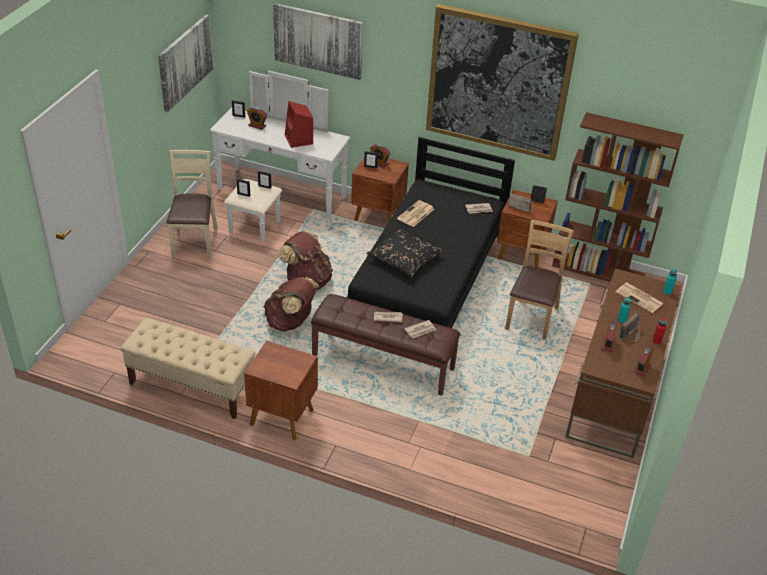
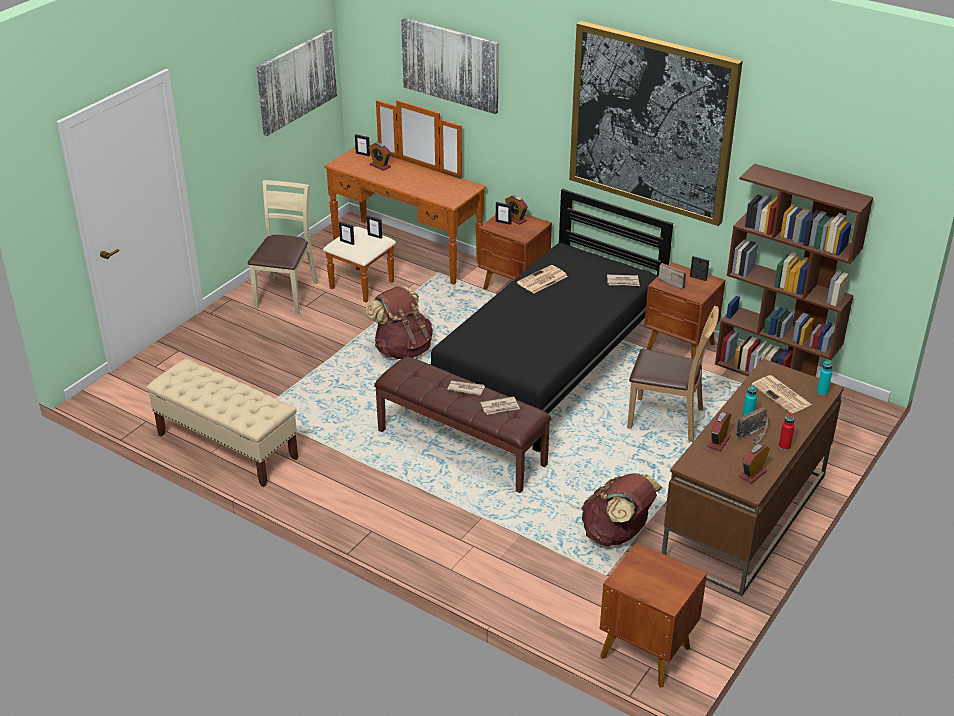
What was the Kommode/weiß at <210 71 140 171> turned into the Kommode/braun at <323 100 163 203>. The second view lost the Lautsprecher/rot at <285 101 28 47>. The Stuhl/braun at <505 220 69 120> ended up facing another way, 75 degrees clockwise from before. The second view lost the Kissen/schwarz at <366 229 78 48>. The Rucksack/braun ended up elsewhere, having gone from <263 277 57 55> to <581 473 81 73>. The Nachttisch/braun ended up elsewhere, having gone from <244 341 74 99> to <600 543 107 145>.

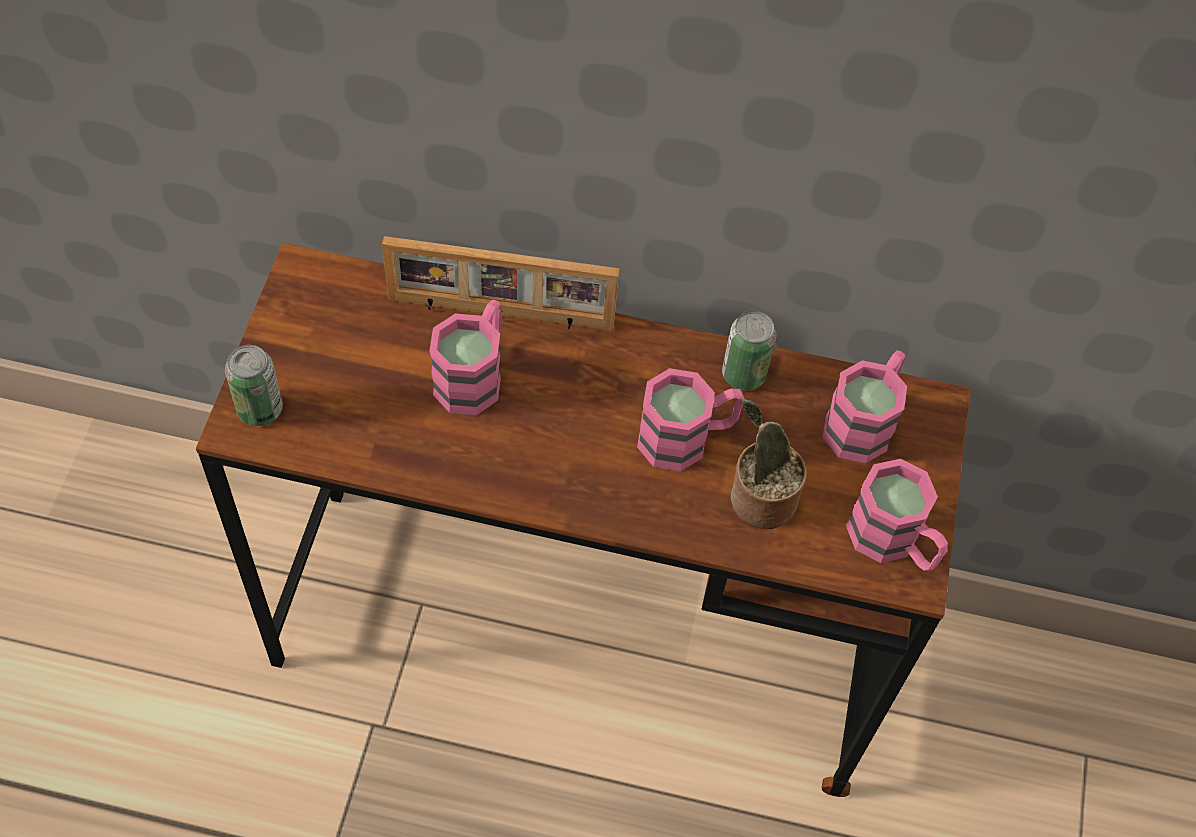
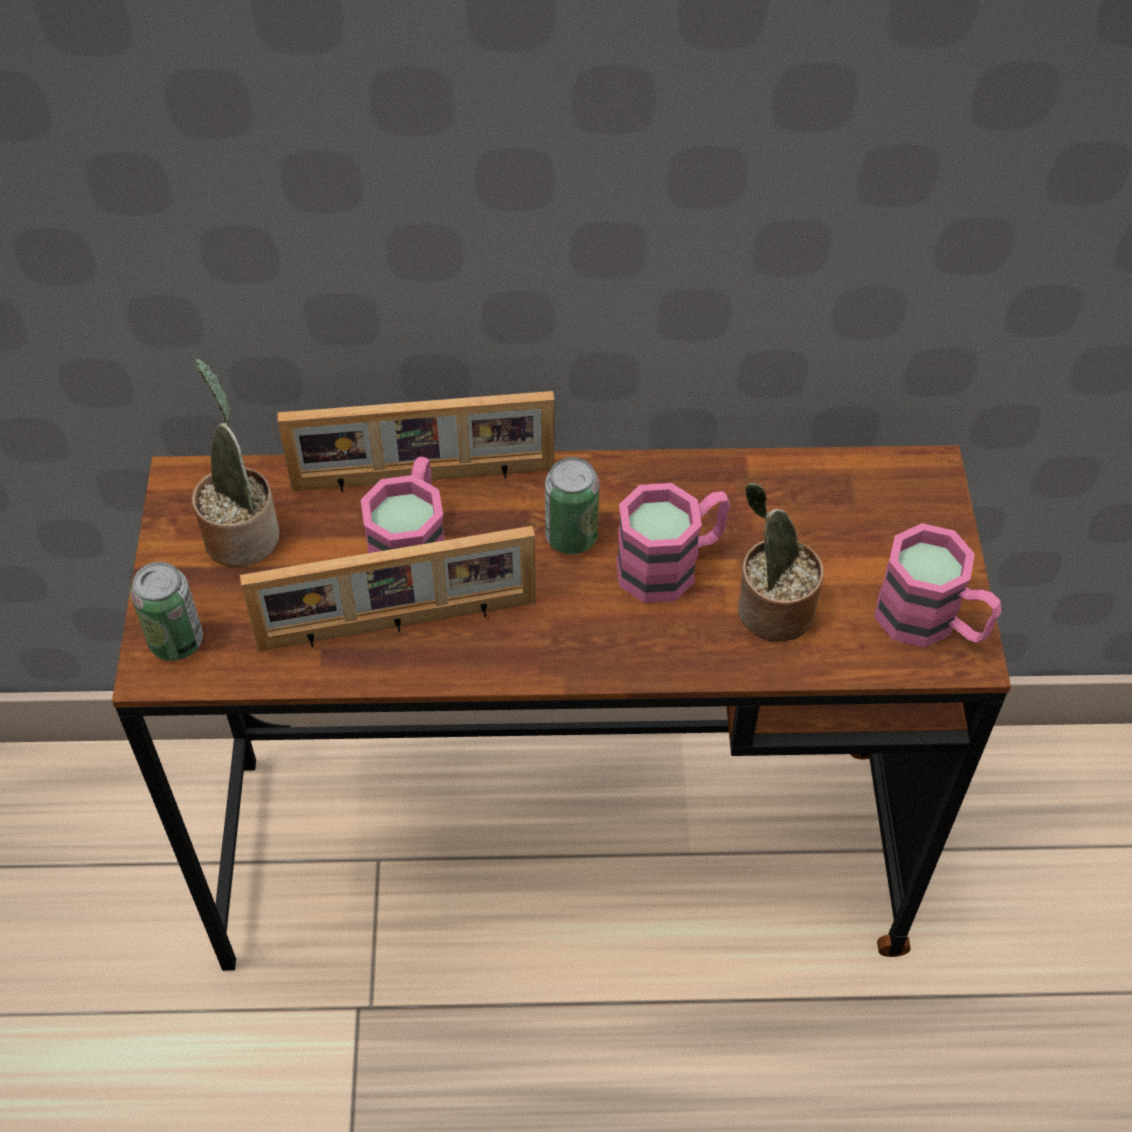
The Dose ended up elsewhere, having gone from <722 311 55 80> to <545 457 55 97>. The second view lost the Henkelbecher/rosa at <822 350 85 113>. The second view gained the Topfpflanze at <192 358 87 209>. The second view gained the Bilderrahmen at <240 526 296 126>.

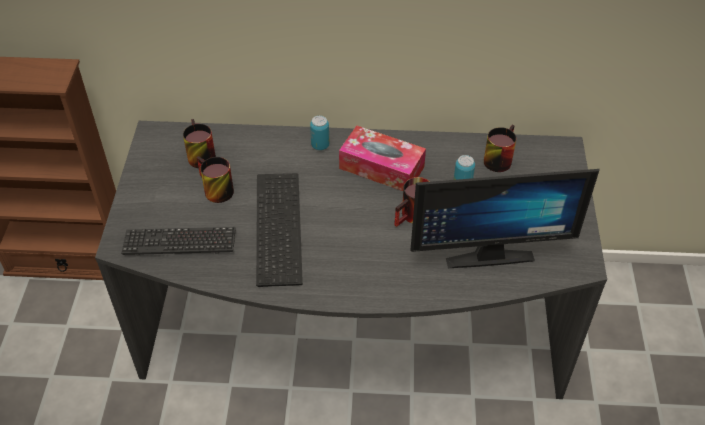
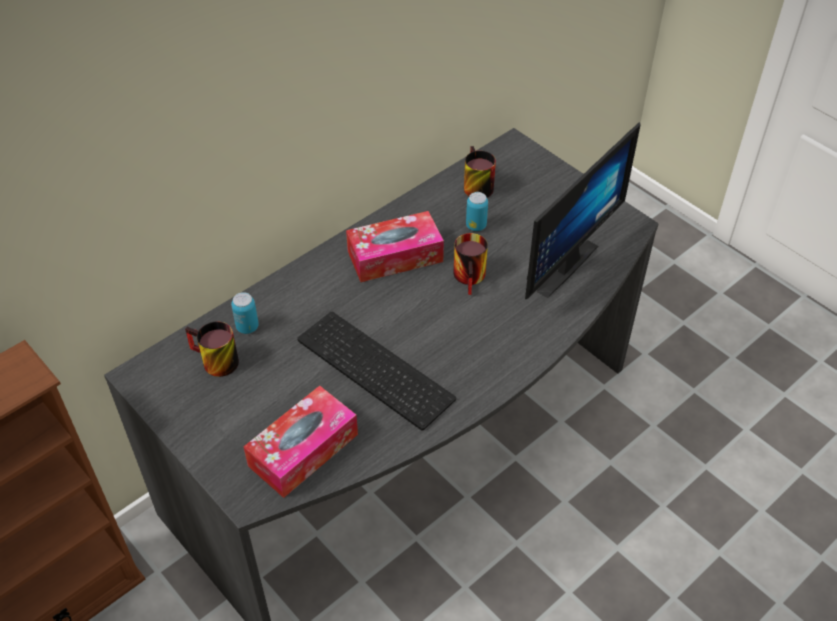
The Dose ended up elsewhere, having gone from <310 116 19 34> to <231 292 28 42>. The second view lost the Henkelbecher at <197 156 37 47>. Where the Tastatur stood at <121 227 115 29>, the Taschentuchbox came to stand at <243 386 115 112>.

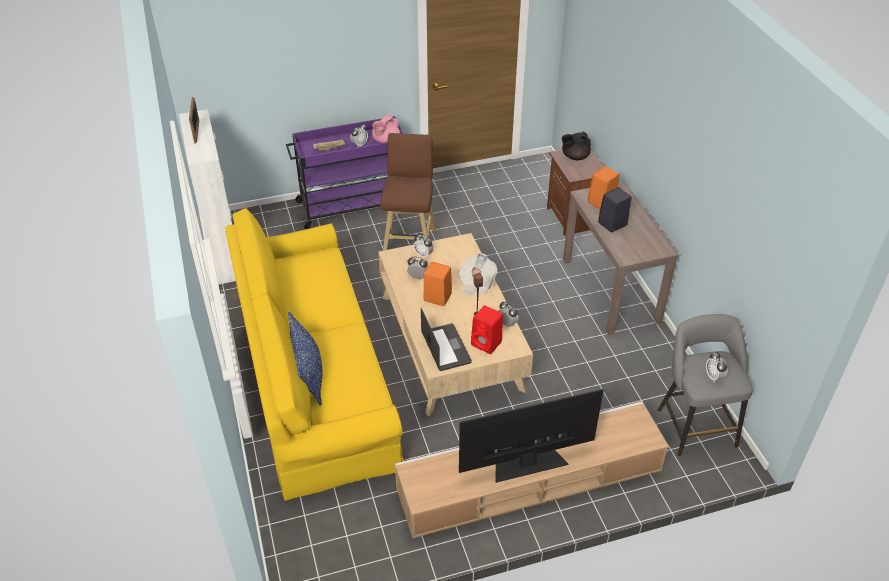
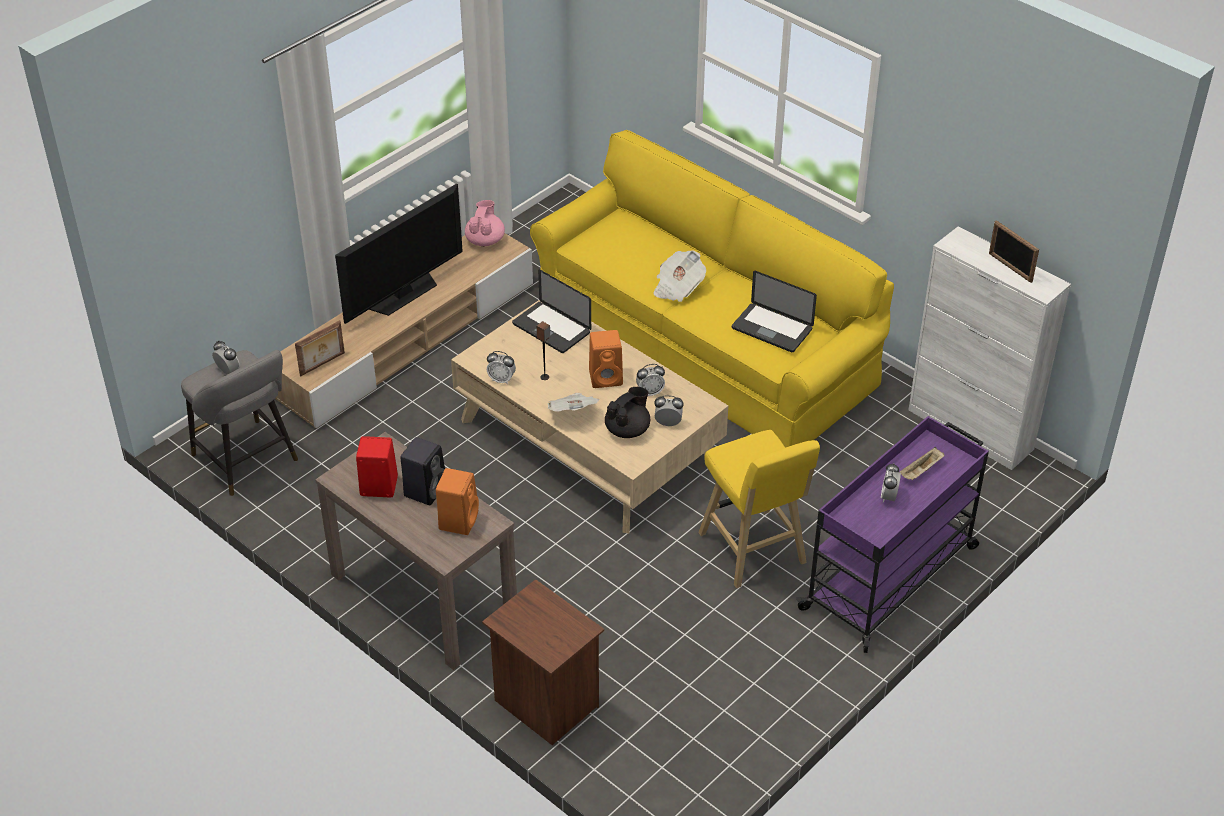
The Teekanne/rosa ended up elsewhere, having gone from <372 114 28 29> to <465 200 40 46>. The Teekanne/schwarz ended up elsewhere, having gone from <562 131 29 29> to <605 387 45 51>. What was the Hocker/braun at <380 133 56 118> turned into the Hocker/gelb at <698 430 122 158>. The Lautsprecher/rot ended up elsewhere, having gone from <471 305 32 49> to <356 436 42 61>. The second view lost the Kissen/blau at <288 311 35 95>. The second view gained the Zeitung at <653 250 53 52>. The second view gained the Laptop at <732 271 85 81>. The second view gained the Bilderrahmen at <295 320 50 57>.

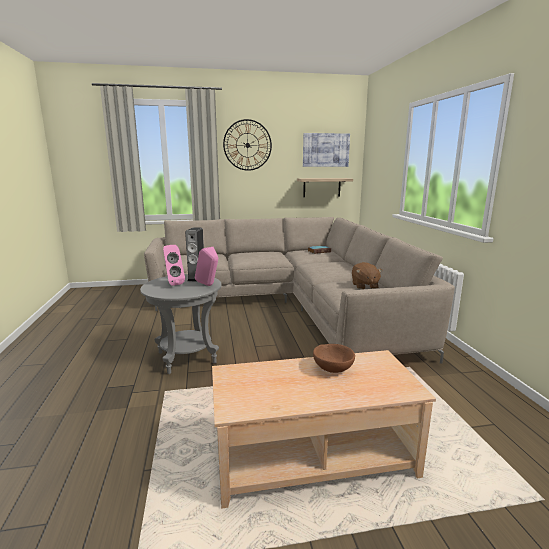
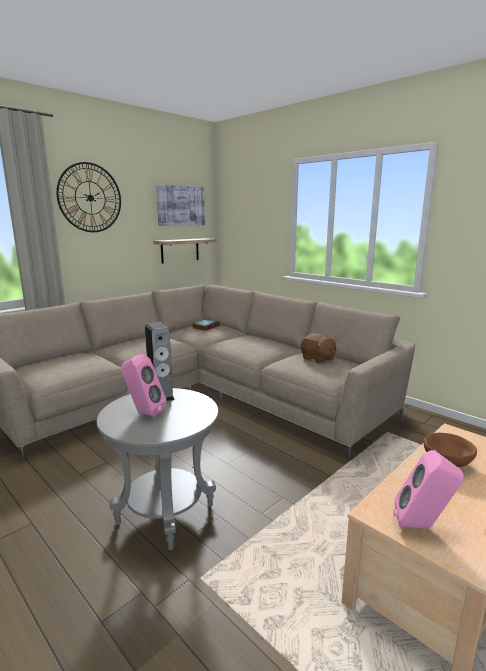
The Lautsprecher/rosa ended up elsewhere, having gone from <195 247 23 39> to <393 450 71 79>.

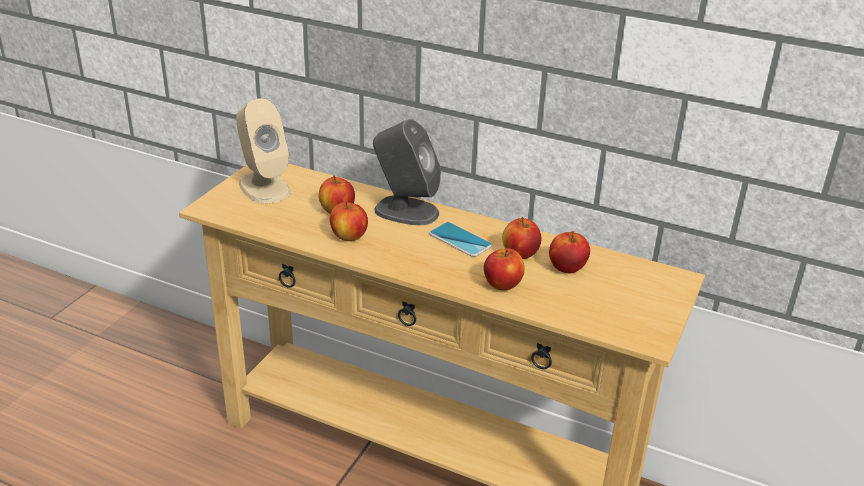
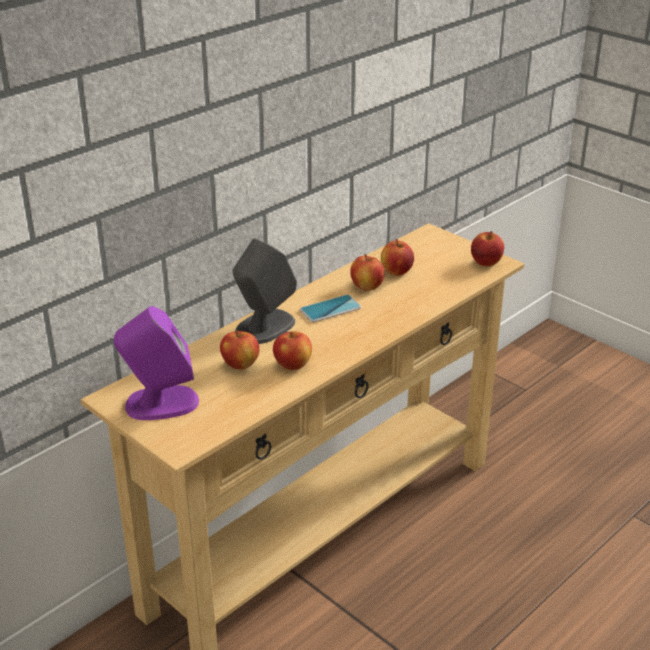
What was the Lautsprecher/beige at <236 98 55 106> turned into the Lautsprecher/lila at <114 306 85 114>. The Apfel ended up elsewhere, having gone from <484 248 41 43> to <471 231 33 35>.

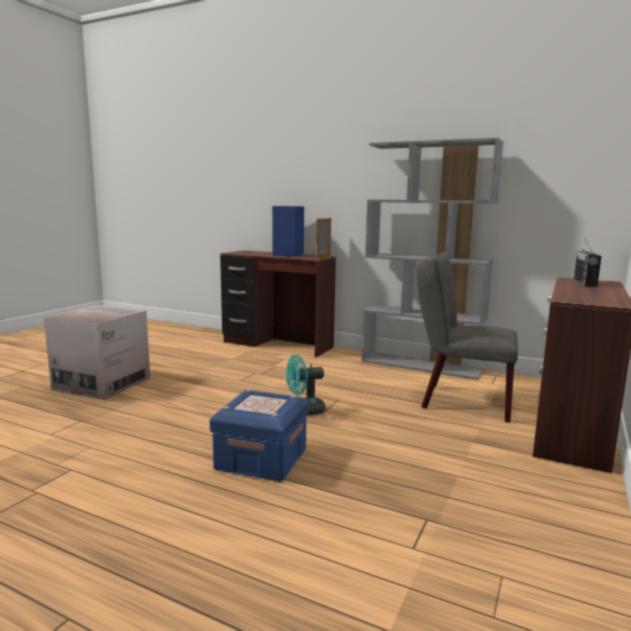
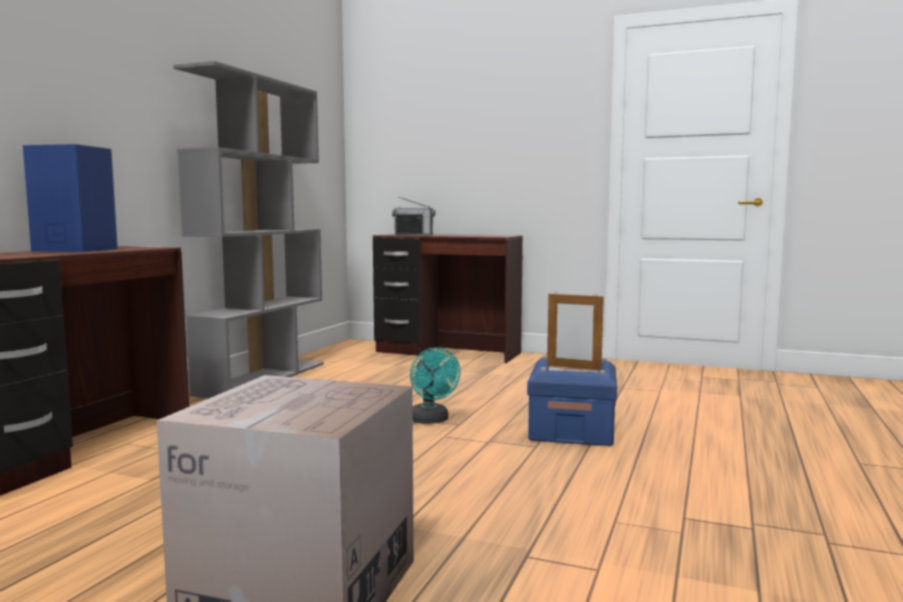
The Bilderrahmen ended up elsewhere, having gone from <316 218 15 41> to <547 293 57 78>. The second view lost the Stuhl/grau at <417 252 101 171>.

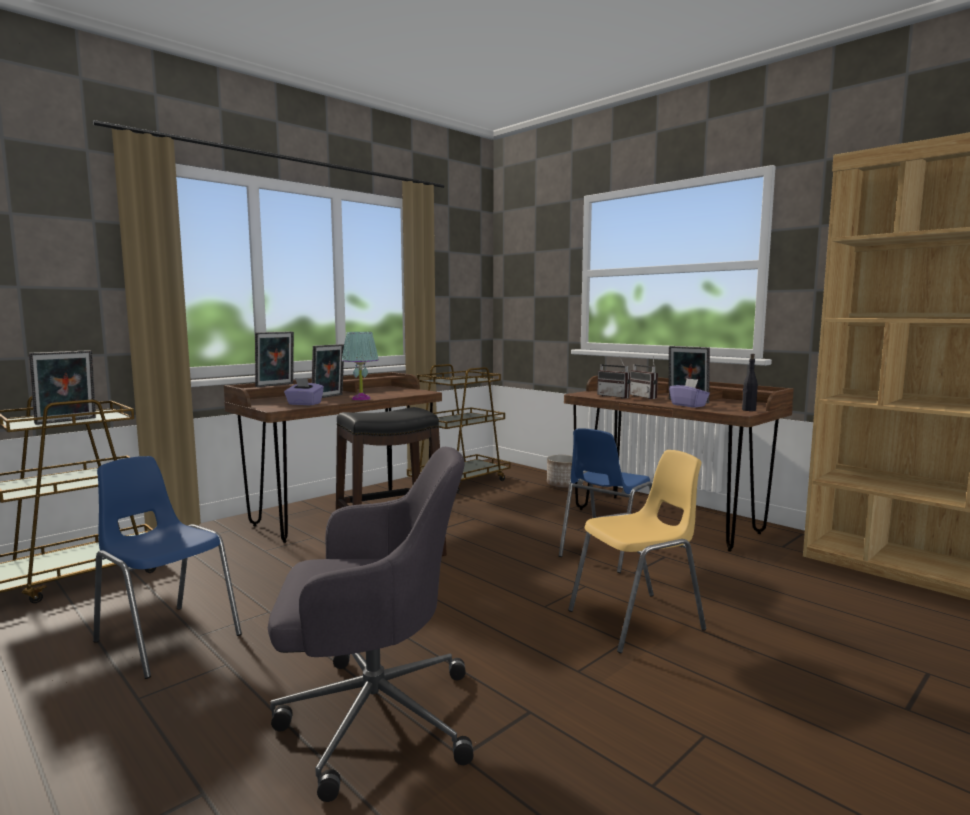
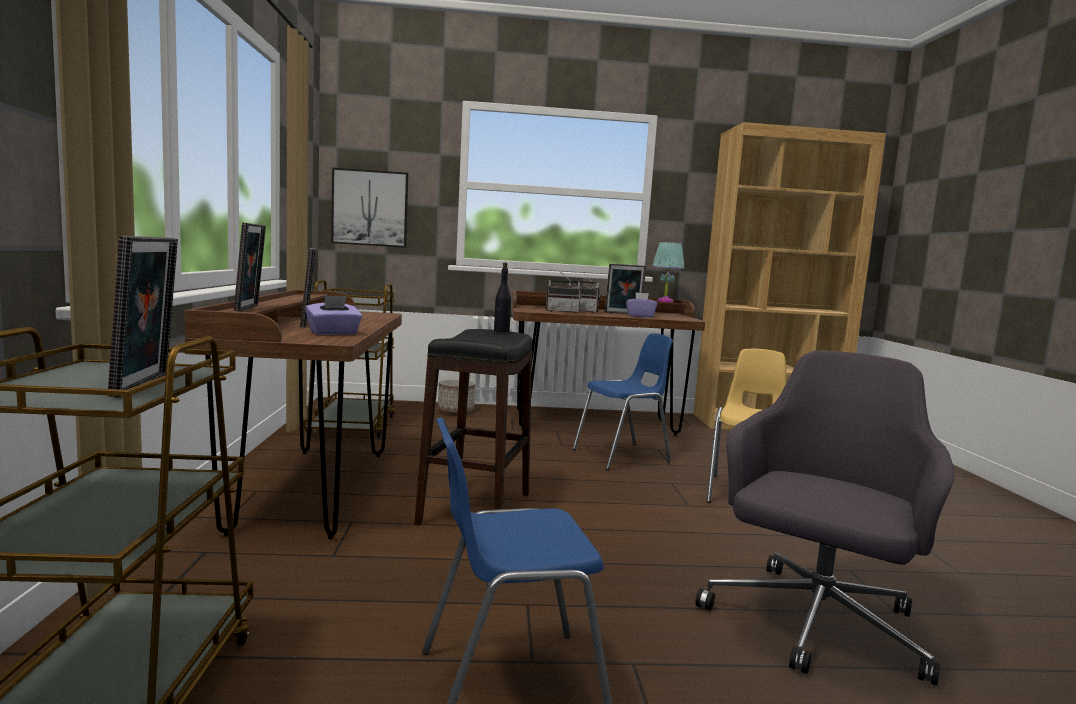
The Tischlampe/türkis ended up elsewhere, having gone from <342 332 37 68> to <652 242 33 60>. The Flasche/schwarz ended up elsewhere, having gone from <742 354 16 57> to <494 263 17 69>. The Stuhl/blau at <559 428 93 145> ended up facing another way, 105 degrees counterclockwise from before. The second view gained the Bild at <331 168 77 80>.

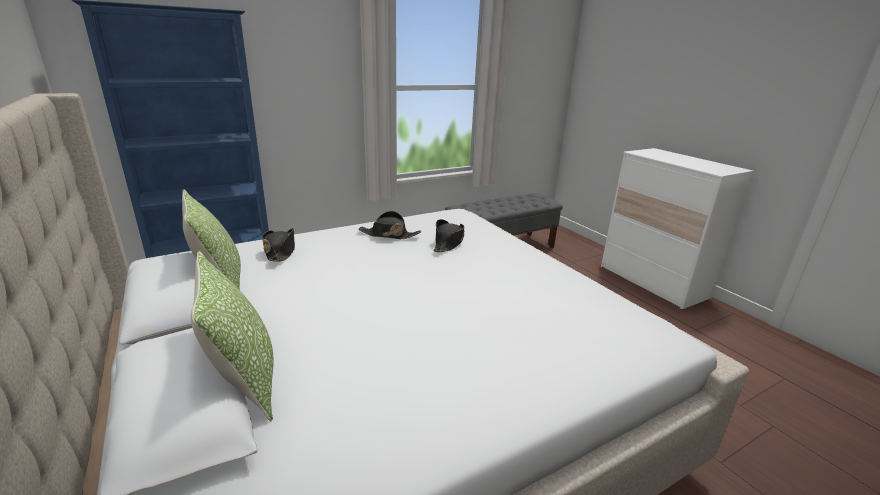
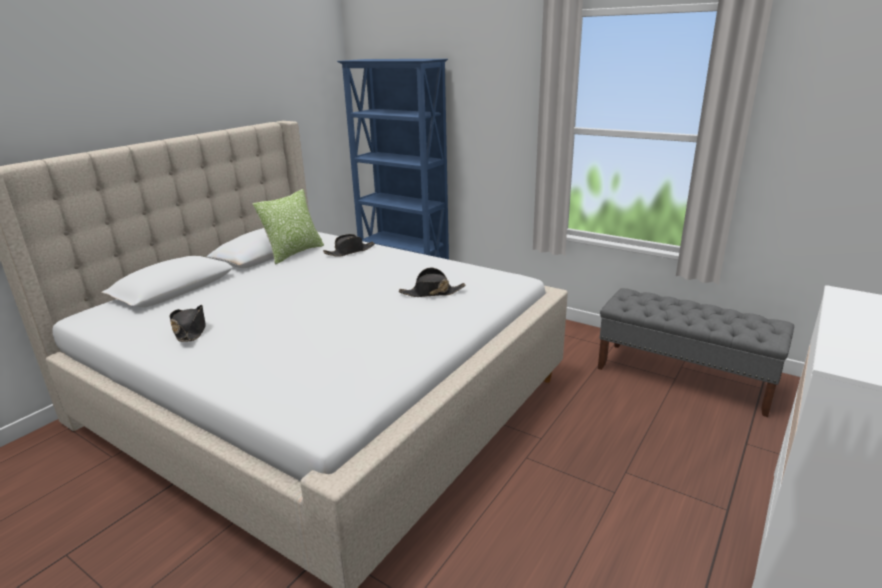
The Hut/schwarz ended up elsewhere, having gone from <358 211 63 28> to <170 305 36 37>. The second view lost the Kissen at <191 251 82 170>.

